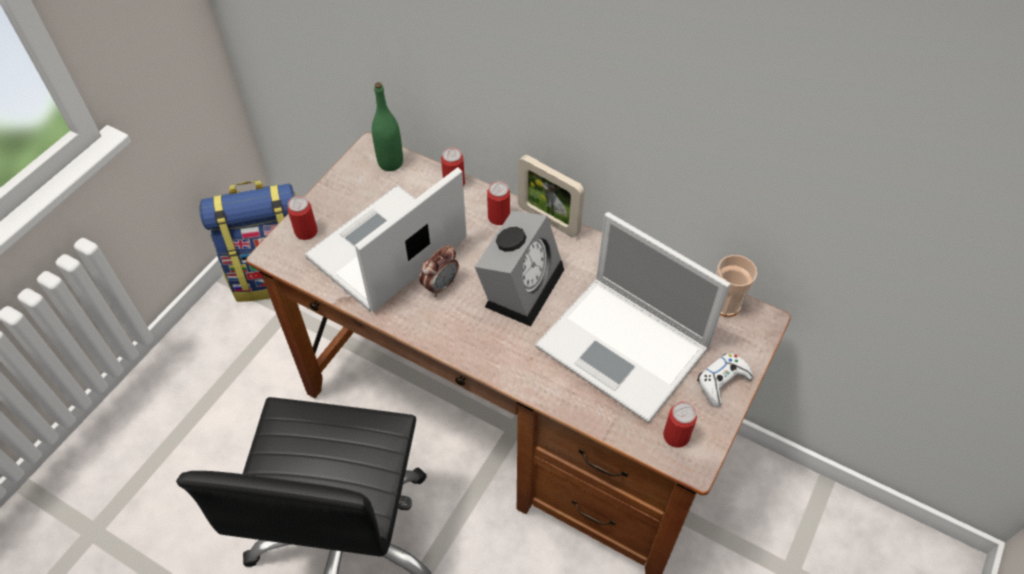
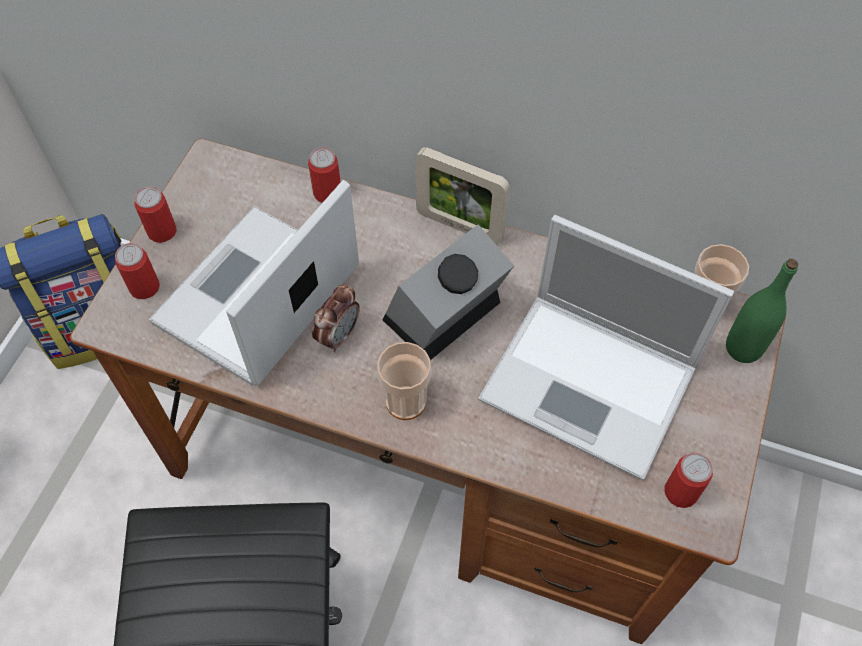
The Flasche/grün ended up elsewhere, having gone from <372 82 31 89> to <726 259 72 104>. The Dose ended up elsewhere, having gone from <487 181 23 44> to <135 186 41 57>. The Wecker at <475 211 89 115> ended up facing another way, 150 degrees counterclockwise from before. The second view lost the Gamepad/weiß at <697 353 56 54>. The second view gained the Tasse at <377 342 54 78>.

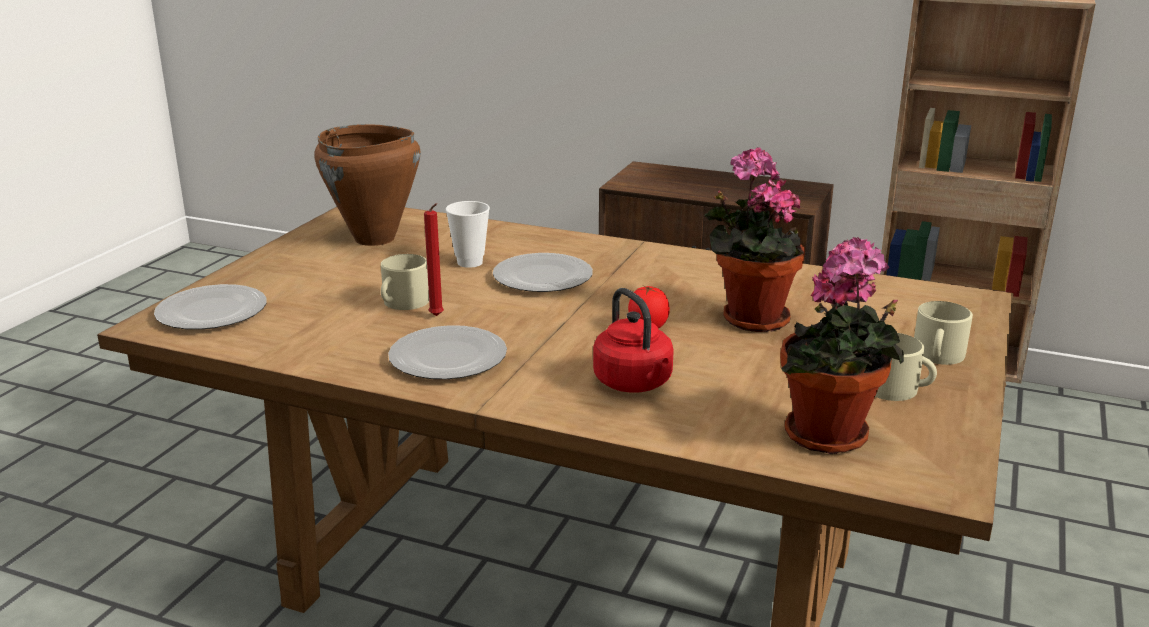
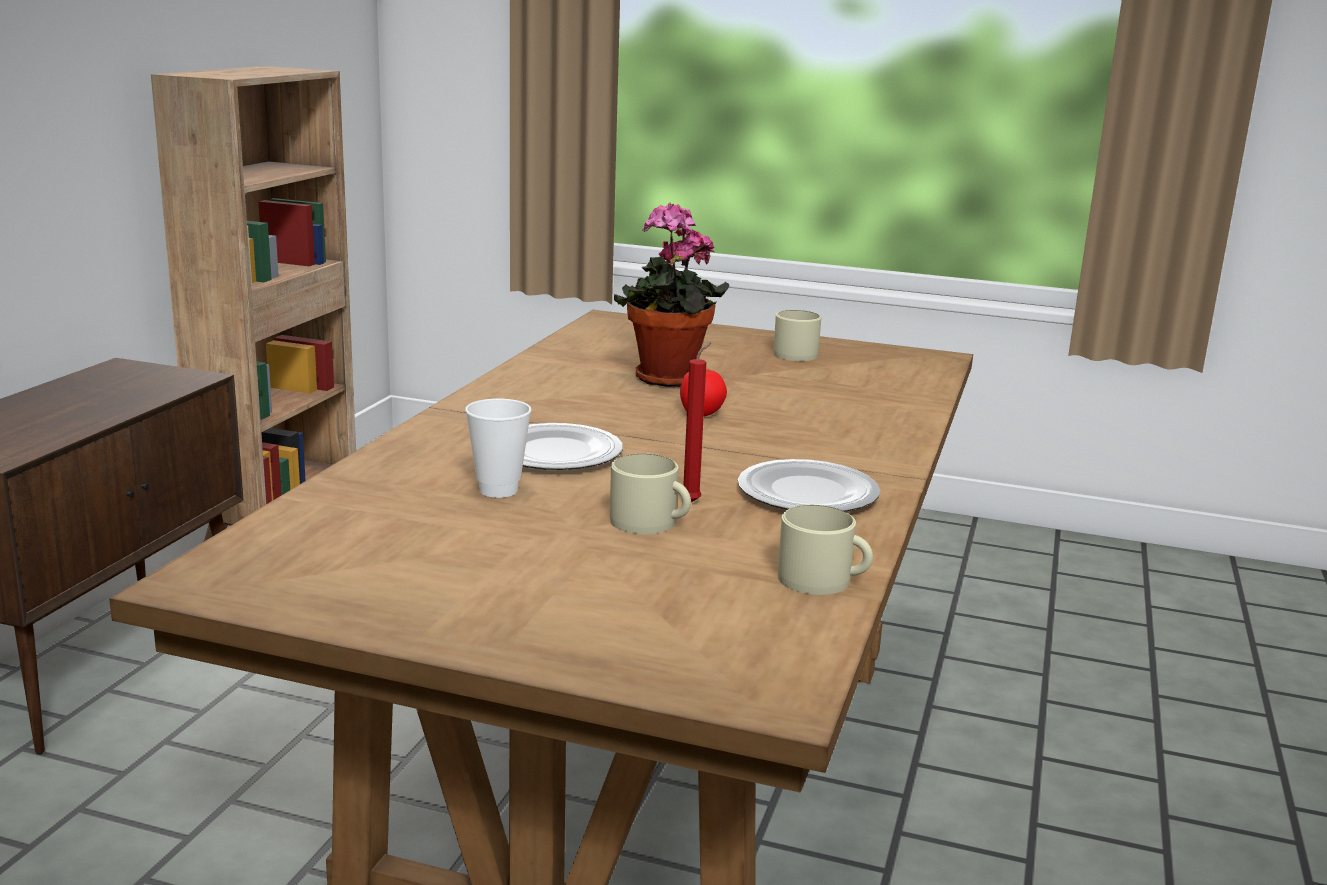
The second view lost the Kochtopf/braun at <314 124 107 122>. The second view lost the Topfpflanze at <780 237 124 217>. The second view lost the Teller at <154 284 113 46>. The second view lost the Wasserkessel/rot at <593 288 81 105>. The Henkelbecher/beige ended up elsewhere, having gone from <914 301 59 64> to <778 505 95 90>.

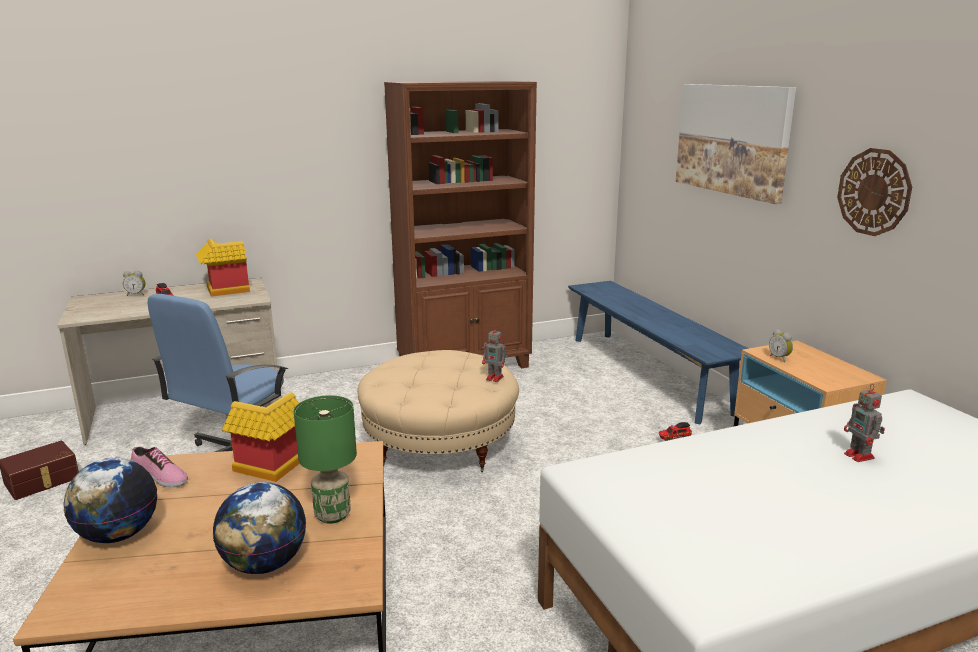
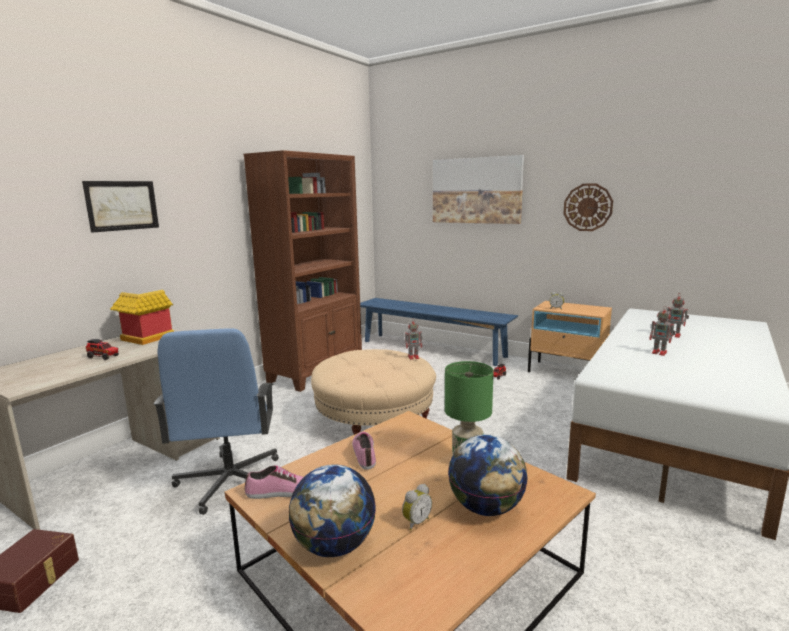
The Wecker ended up elsewhere, having gone from <123 270 23 26> to <402 484 30 46>. Where the Spielzeughaus stood at <222 392 78 90>, the Schuh came to stand at <352 432 24 38>. The second view gained the Bild at <82 181 77 52>. The second view gained the Spielzeugroboter at <649 306 27 50>.

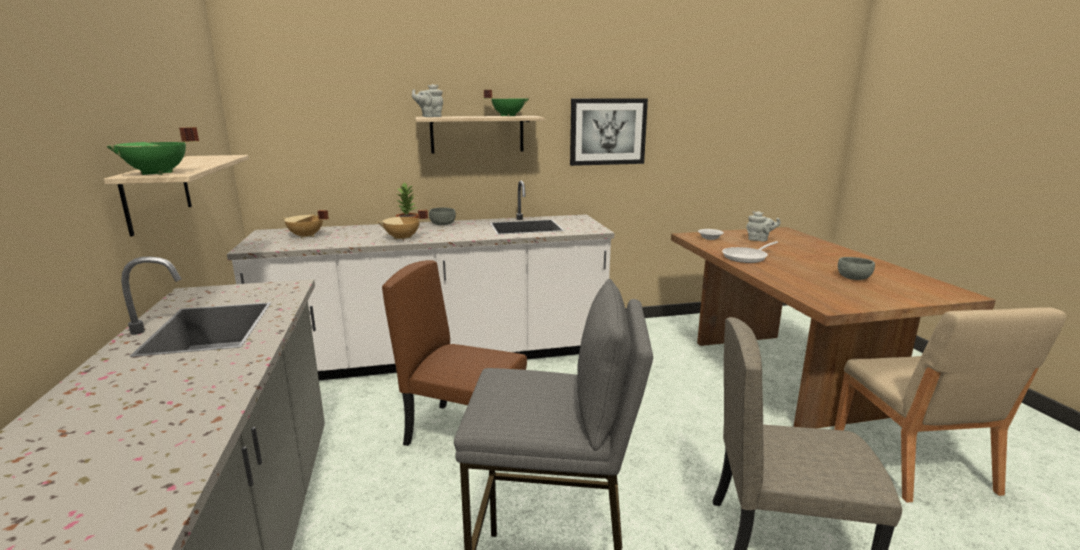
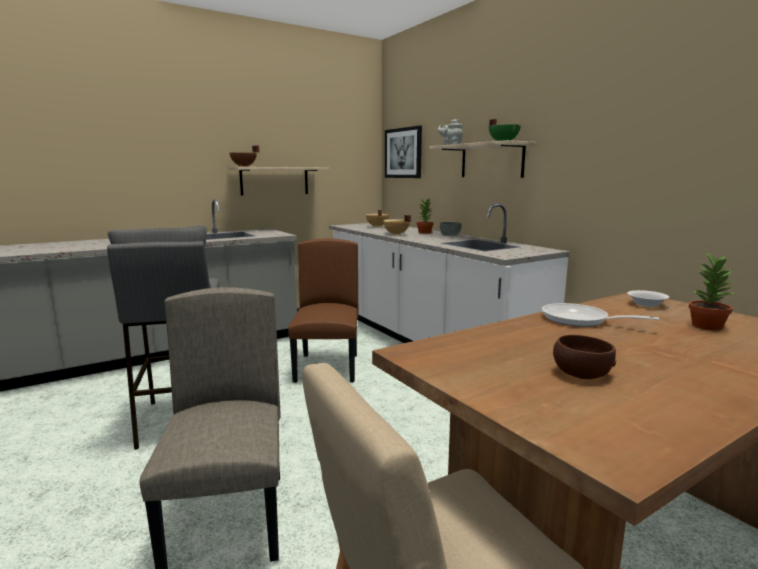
The Bild ended up elsewhere, having gone from <570 99 78 67> to <385 126 37 52>. What was the Kochtopf/grün at <106 127 93 48> turned into the Kochtopf/braun at <229 146 31 21>. Where the Teekanne/grau stood at <746 211 35 30>, the Topfpflanze came to stand at <689 252 46 78>. What was the Schüssel/grau at <838 257 37 23> turned into the Schüssel/braun at <553 335 63 44>.

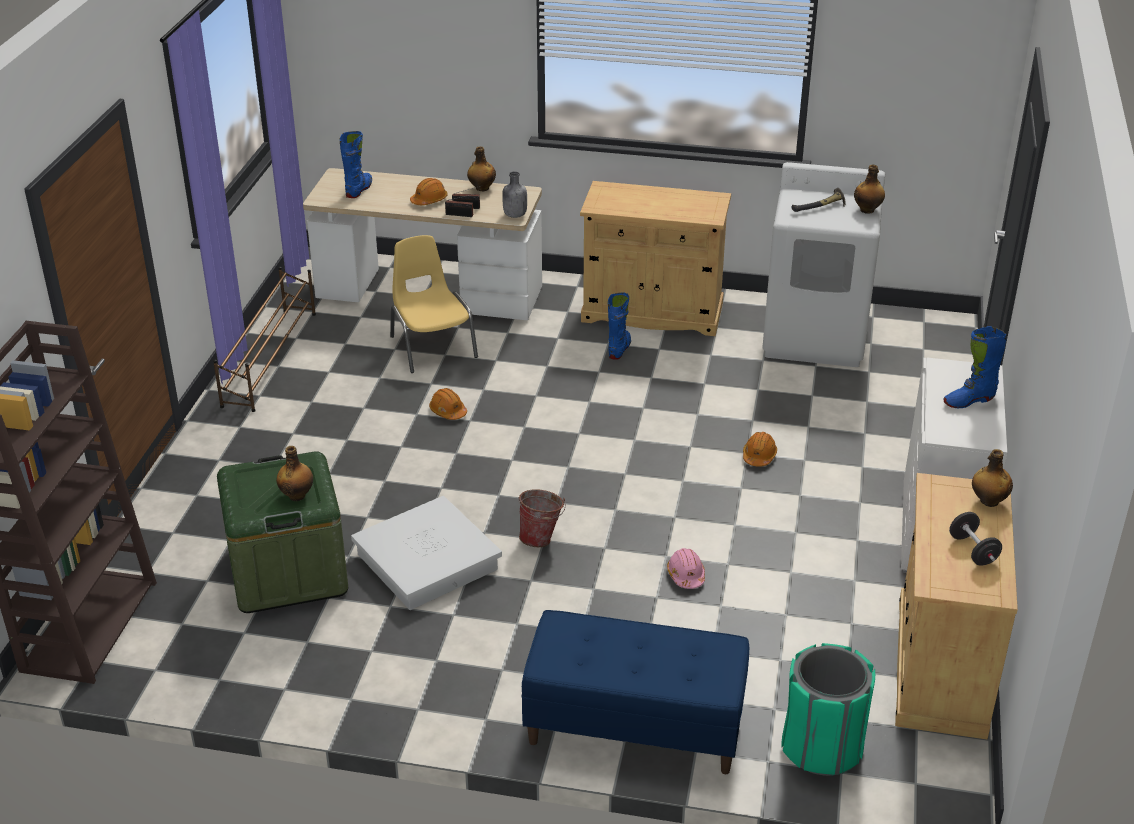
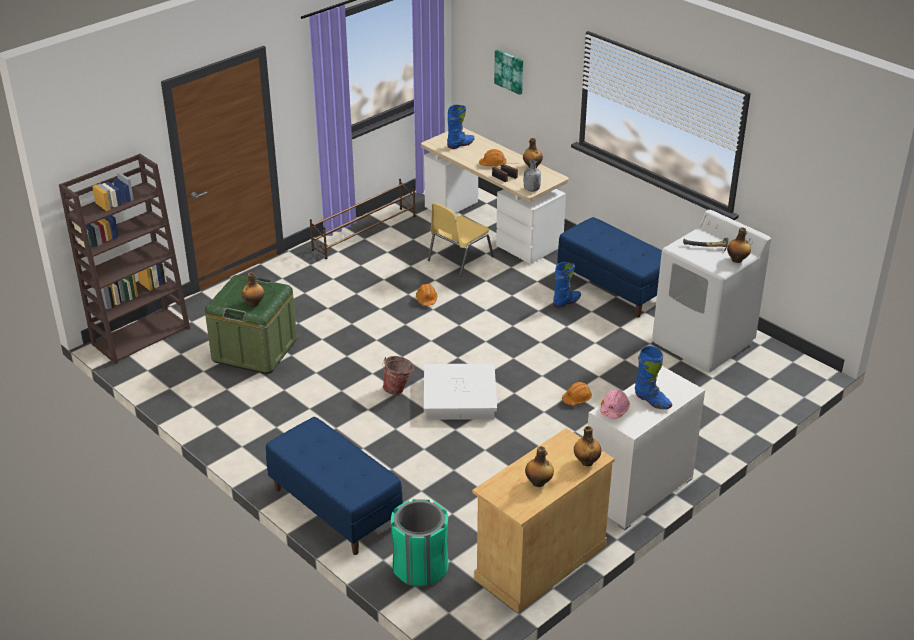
Where the Schrank/beige stood at <580 181 151 155>, the Bank/blau came to stand at <557 217 105 101>. The Stuhl/gelb at <390 235 88 138> ended up facing another way, 150 degrees counterclockwise from before. The Stiefel/blau at <943 326 63 82> ended up facing another way, 150 degrees counterclockwise from before. The Aufbewahrungsbox/weiß ended up elsewhere, having gone from <351 496 151 114> to <424 363 73 57>. Where the Hantel/schwarz stood at <949 512 53 54>, the Flasche came to stand at <525 446 29 41>. The Schutzhelm/rosa ended up elsewhere, having gone from <667 548 38 41> to <600 389 30 30>. The second view gained the Bild at <494 49 29 46>.

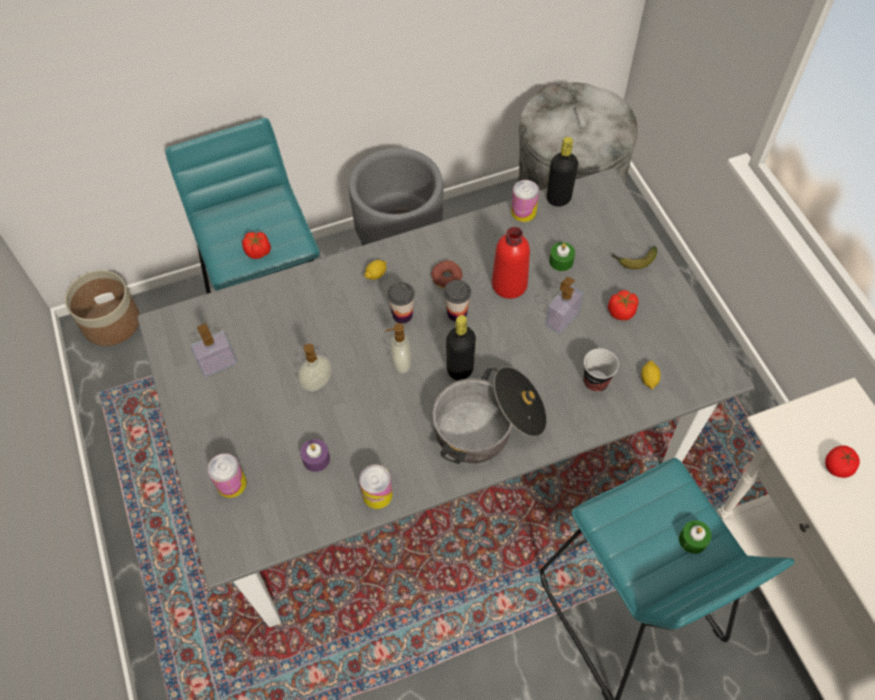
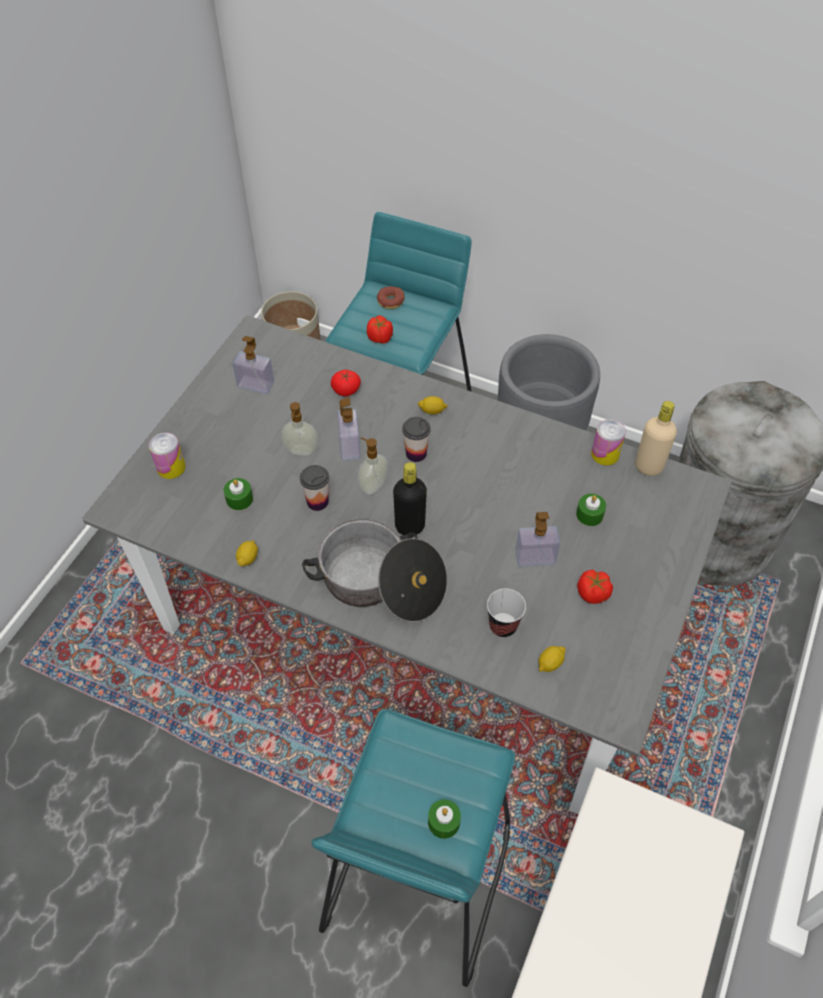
What was the Flasche/schwarz at <547 137 31 70> turned into the Flasche/beige at <635 401 42 75>. The second view lost the Flasche/rot at <492 227 38 72>. The second view lost the Banane at <611 246 46 23>. The Donut ended up elsewhere, having gone from <431 260 32 28> to <377 286 28 23>. The Tasse ended up elsewhere, having gone from <444 280 27 42> to <300 465 29 46>. What was the Kerze/lila at <300 439 30 33> turned into the Kerze/grün at <223 478 30 32>. The Tomate ended up elsewhere, having gone from <825 445 35 33> to <331 370 30 26>. Where the Dose stood at <359 464 34 45>, the Zitrone came to stand at <236 540 22 26>. The second view gained the Seifenspender at <337 398 24 62>.

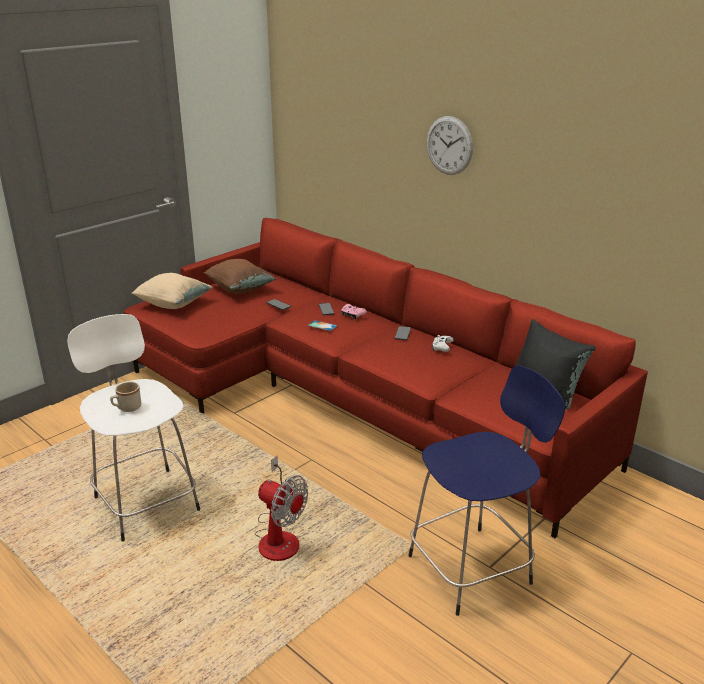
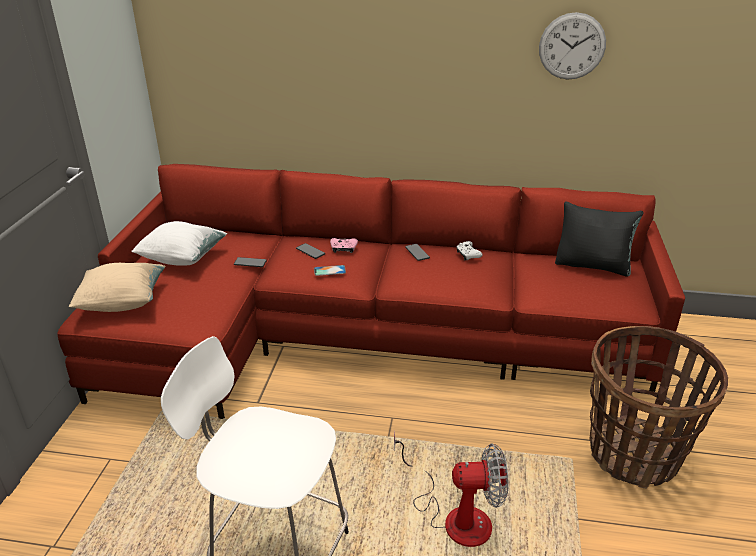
The Wanduhr ended up elsewhere, having gone from <426 116 47 59> to <539 12 67 68>. What was the Kissen/braun at <204 259 73 35> turned into the Kissen/weiß at <131 221 96 45>. Where the Hocker/blau stood at <408 365 157 251>, the Korb came to stand at <590 326 138 163>. The second view lost the Henkelbecher/beige at <110 382 31 30>.

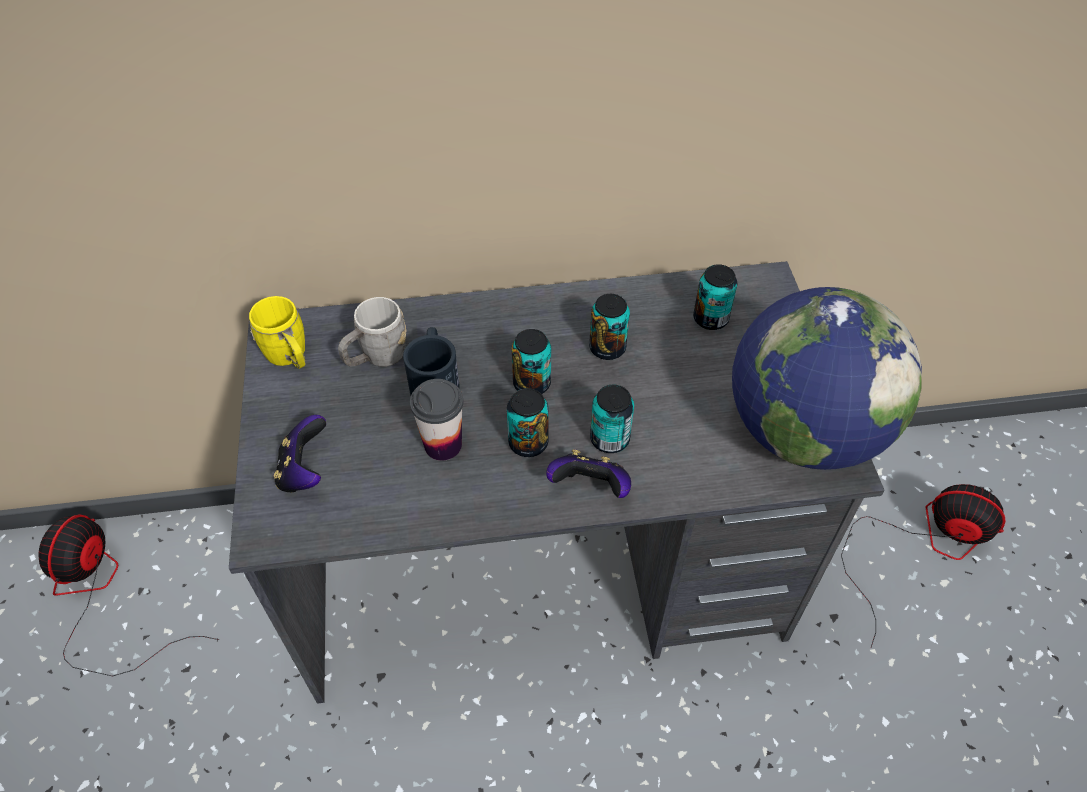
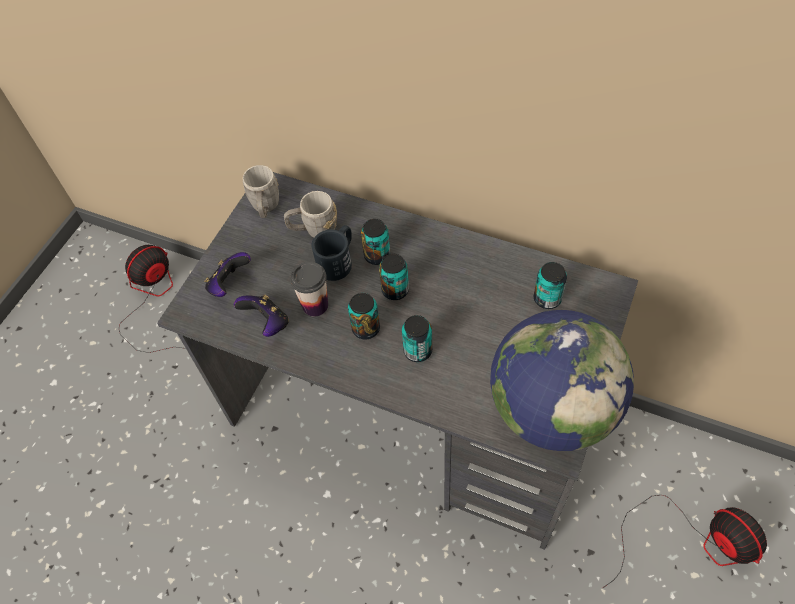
The Dose ended up elsewhere, having gone from <589 294 41 66> to <361 219 30 46>. What was the Henkelbecher/gelb at <249 296 57 73> turned into the Henkelbecher/grau at <242 165 37 53>. The Gamepad ended up elsewhere, having gone from <546 449 85 49> to <234 295 55 42>.

